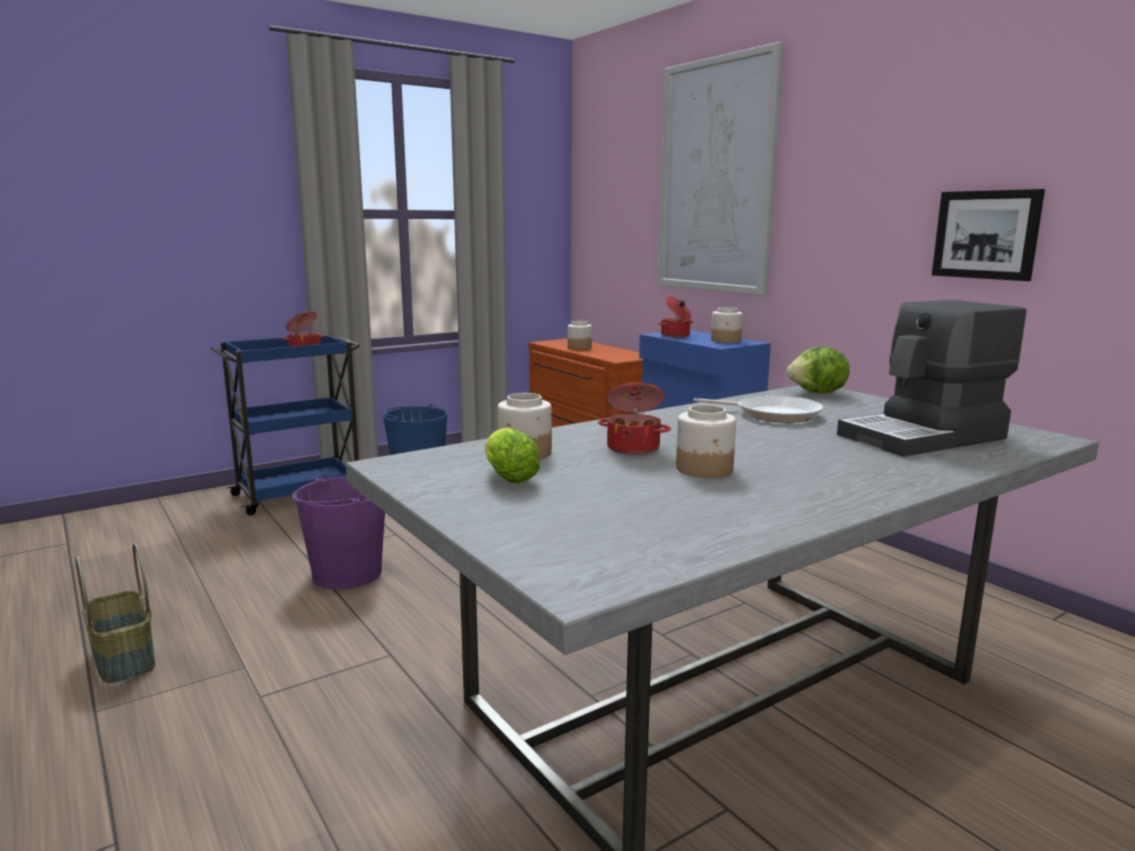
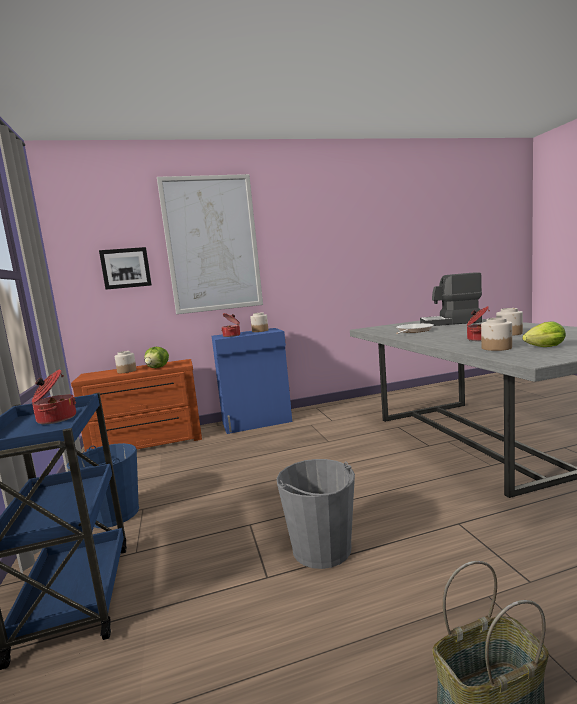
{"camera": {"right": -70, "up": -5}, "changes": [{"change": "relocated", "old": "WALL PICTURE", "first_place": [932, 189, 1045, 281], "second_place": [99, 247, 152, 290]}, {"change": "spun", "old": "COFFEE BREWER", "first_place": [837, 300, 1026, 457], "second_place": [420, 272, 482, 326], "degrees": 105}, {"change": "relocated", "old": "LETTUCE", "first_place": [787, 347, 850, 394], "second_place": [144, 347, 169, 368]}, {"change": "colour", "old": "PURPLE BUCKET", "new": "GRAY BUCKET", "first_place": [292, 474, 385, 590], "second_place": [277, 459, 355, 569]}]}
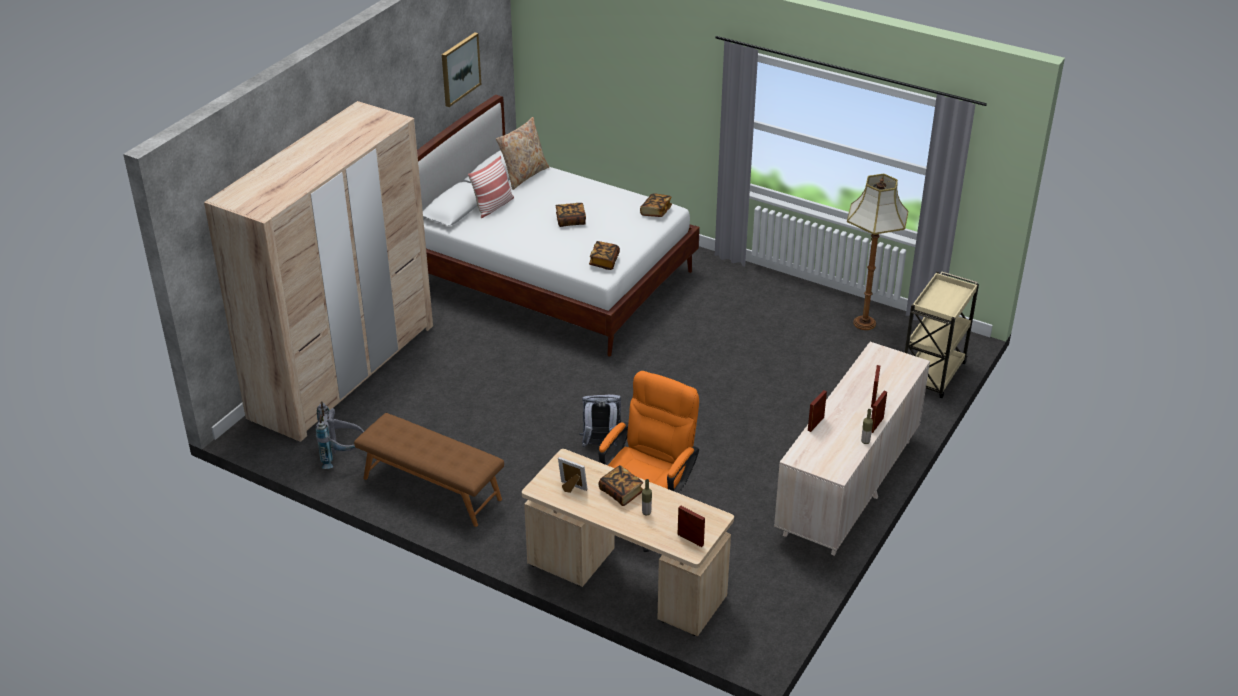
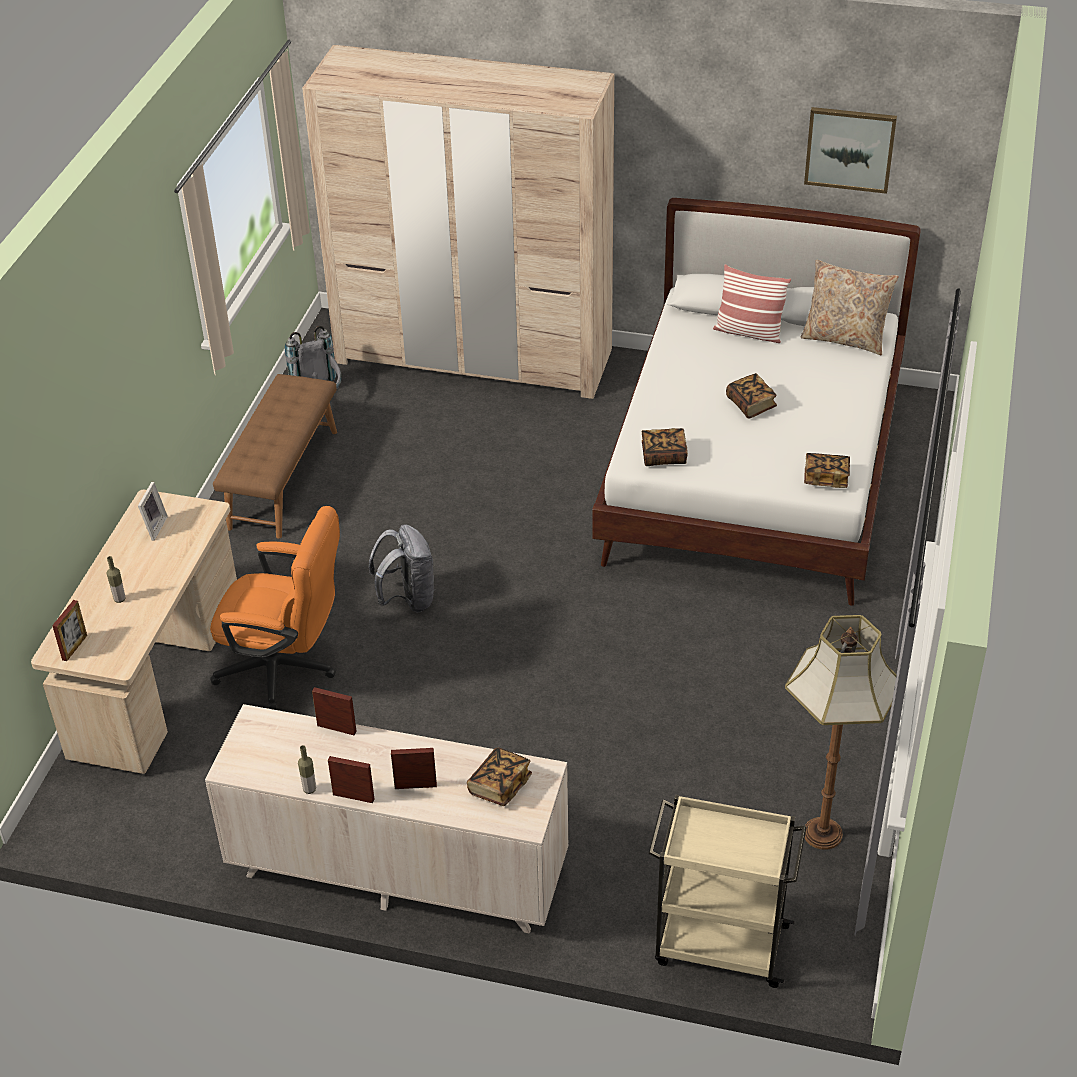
{"camera": {"right": 75, "up": 5}, "changes": [{"change": "relocated", "old": "BOUND BOOK", "first_place": [599, 465, 643, 506], "second_place": [467, 748, 532, 806]}]}
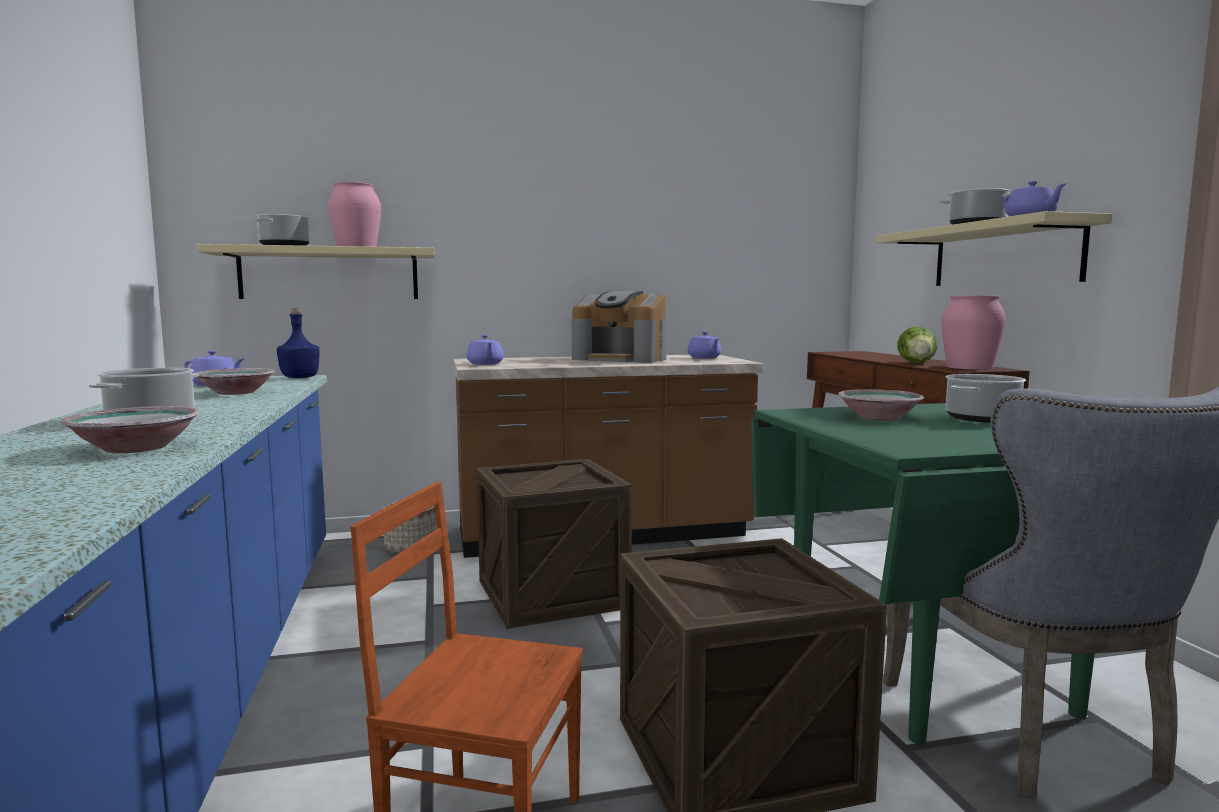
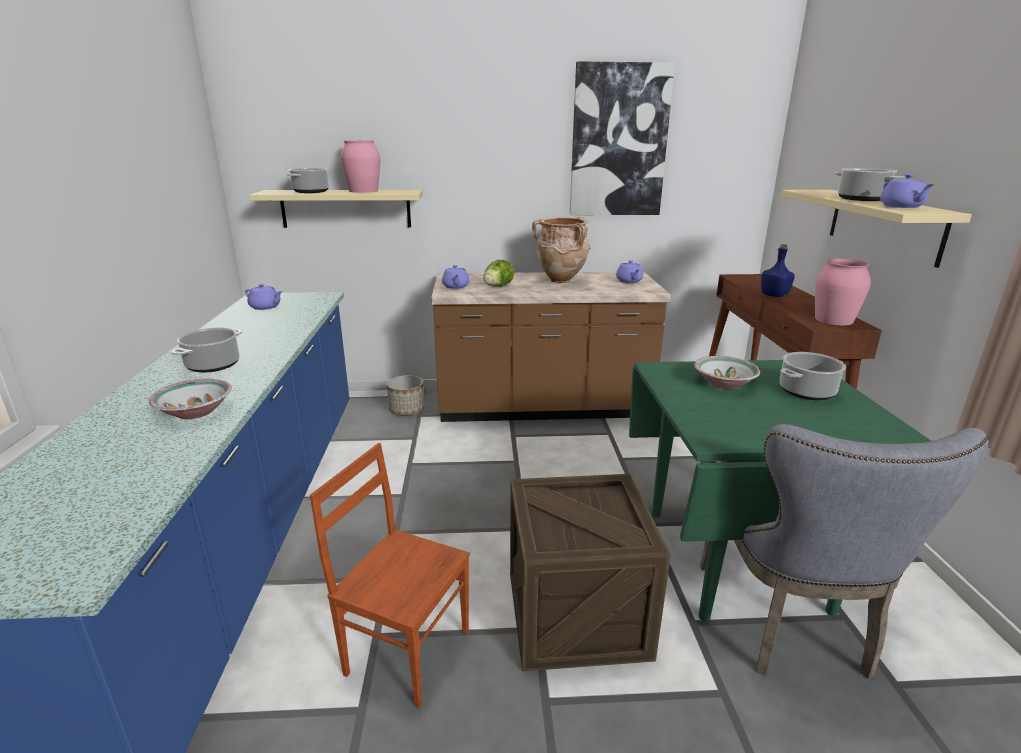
{"camera": {"right": 10, "up": 15}, "changes": [{"change": "exchanged", "old": "COFFEE BREWER", "new": "SAND-COLOURED FLOWER VASE", "first_place": [572, 291, 667, 363], "second_place": [532, 217, 591, 283]}, {"change": "relocated", "old": "BLUISH DRINK BOTTLE", "first_place": [277, 308, 320, 378], "second_place": [761, 244, 795, 297]}, {"change": "relocated", "old": "LETTUCE", "first_place": [897, 327, 938, 363], "second_place": [483, 260, 514, 287]}, {"change": "missing", "old": "SERVING BOWL", "first_place": [193, 368, 275, 395]}, {"change": "missing", "old": "CRATE", "first_place": [477, 459, 632, 629]}, {"change": "appeared", "new": "WALL PICTURE", "second_place": [570, 61, 675, 215]}]}
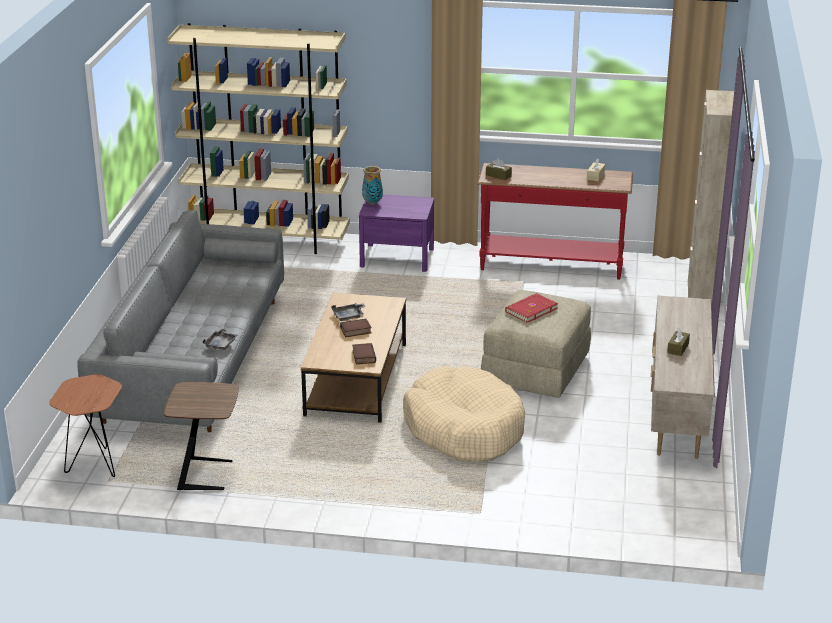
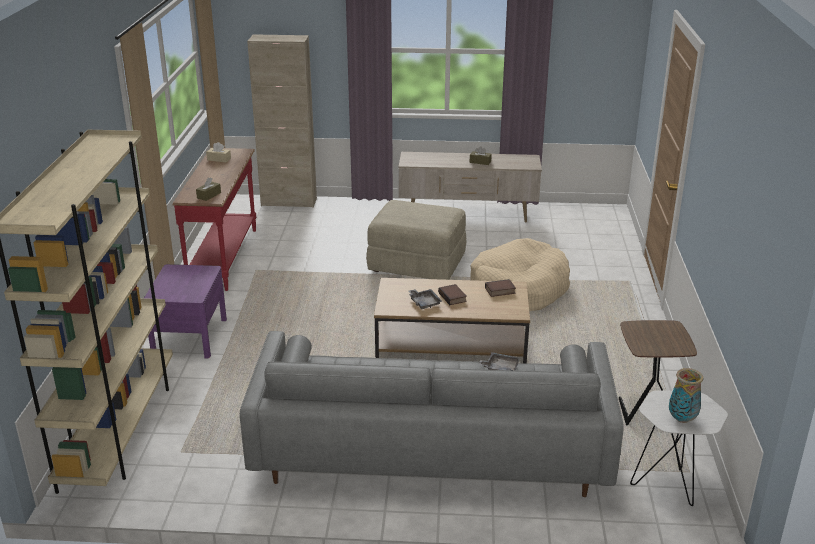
{"camera": {"right": -95, "up": 0}, "changes": [{"change": "relocated", "old": "FLOWER VASE", "first_place": [362, 166, 383, 205], "second_place": [669, 368, 704, 423]}, {"change": "missing", "old": "REDDISH BOUND BOOK", "first_place": [505, 293, 558, 323]}, {"change": "colour", "old": "BROWN-COLOURED ACCENT TABLE", "new": "WHITE-COLOURED ACCENT TABLE", "first_place": [50, 374, 122, 477], "second_place": [630, 390, 728, 506]}]}
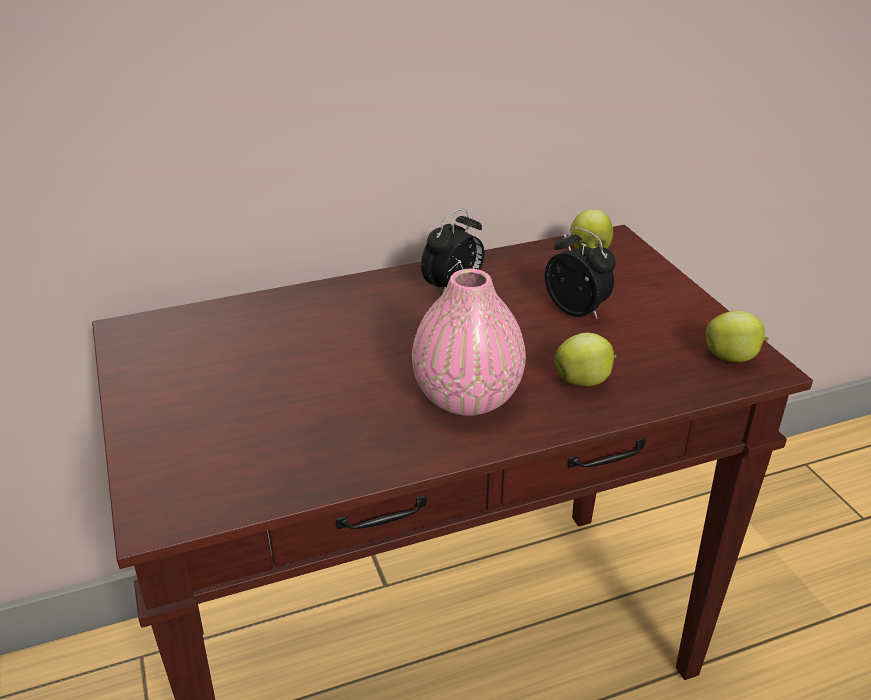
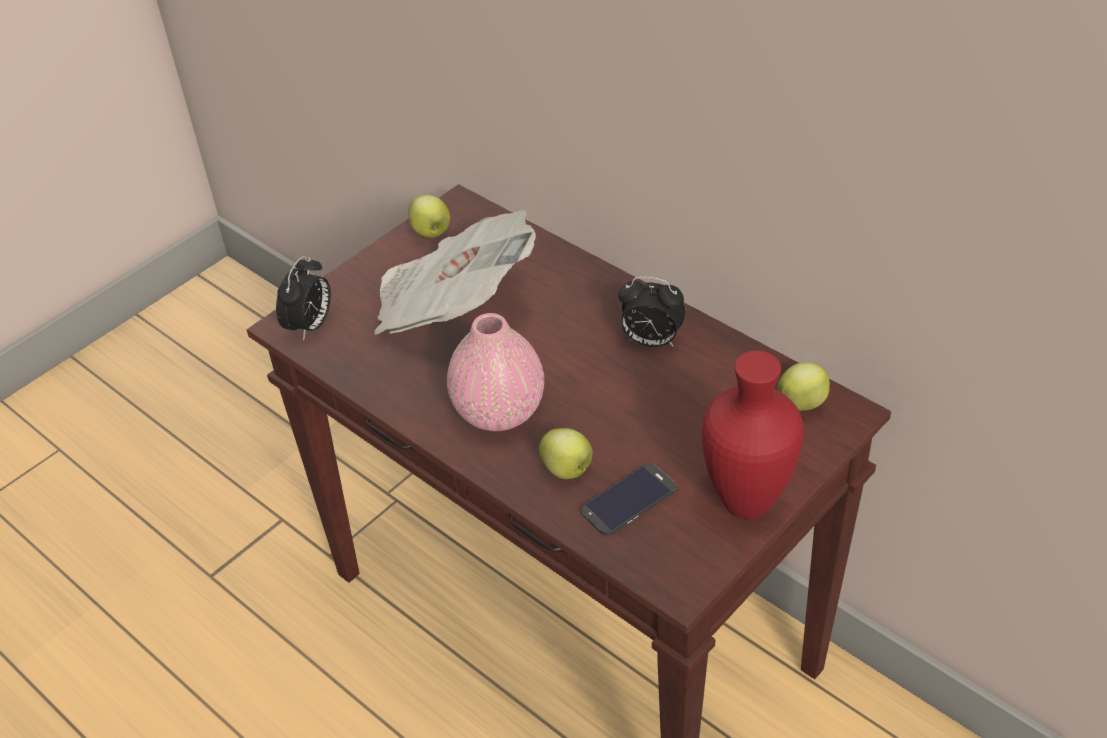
{"camera": {"right": 65, "up": 10}, "changes": [{"change": "relocated", "old": "BEDSIDE CLOCK", "first_place": [545, 227, 616, 319], "second_place": [276, 255, 331, 341]}, {"change": "relocated", "old": "APPLE FRUIT", "first_place": [706, 310, 769, 362], "second_place": [408, 195, 450, 238]}, {"change": "appeared", "new": "PRINTED PAPER", "second_place": [374, 210, 536, 335]}, {"change": "appeared", "new": "REDDISH FLOWER VASE", "second_place": [702, 350, 804, 519]}, {"change": "appeared", "new": "TELEPHONE", "second_place": [581, 463, 676, 536]}]}
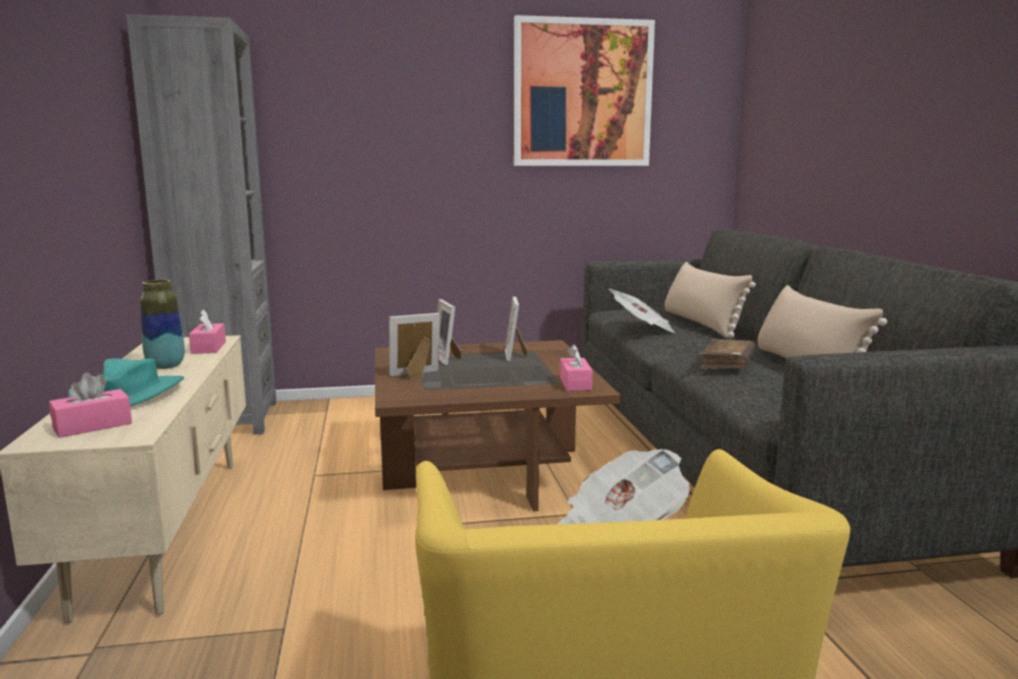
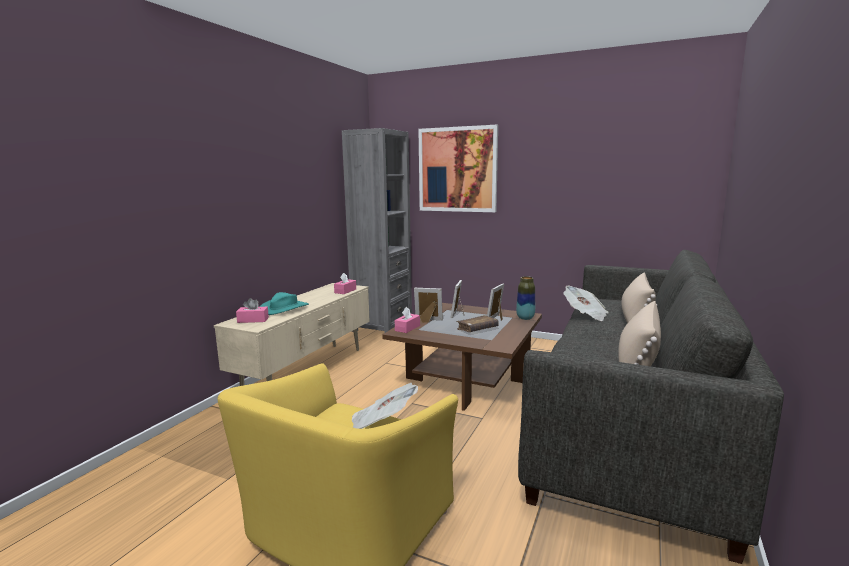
{"camera": {"right": 35, "up": 0}, "changes": [{"change": "relocated", "old": "WALL PICTURE", "first_place": [514, 15, 655, 166], "second_place": [419, 125, 498, 212]}, {"change": "relocated", "old": "FLOWER VASE", "first_place": [140, 280, 185, 369], "second_place": [516, 276, 535, 320]}, {"change": "relocated", "old": "BROWN-COLOURED BOUND BOOK", "first_place": [700, 339, 755, 370], "second_place": [457, 315, 499, 332]}, {"change": "relocated", "old": "PINK TISSUE HOLDER", "first_place": [560, 344, 593, 391], "second_place": [395, 307, 420, 333]}]}
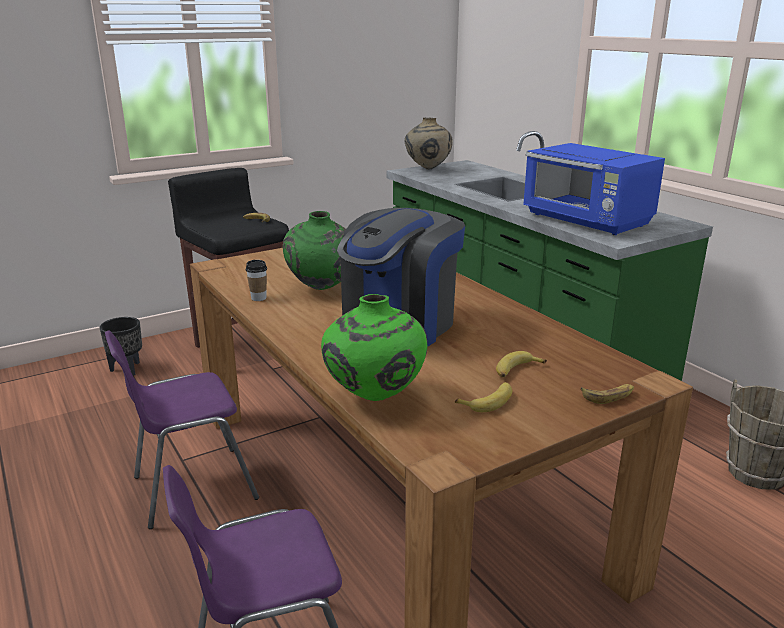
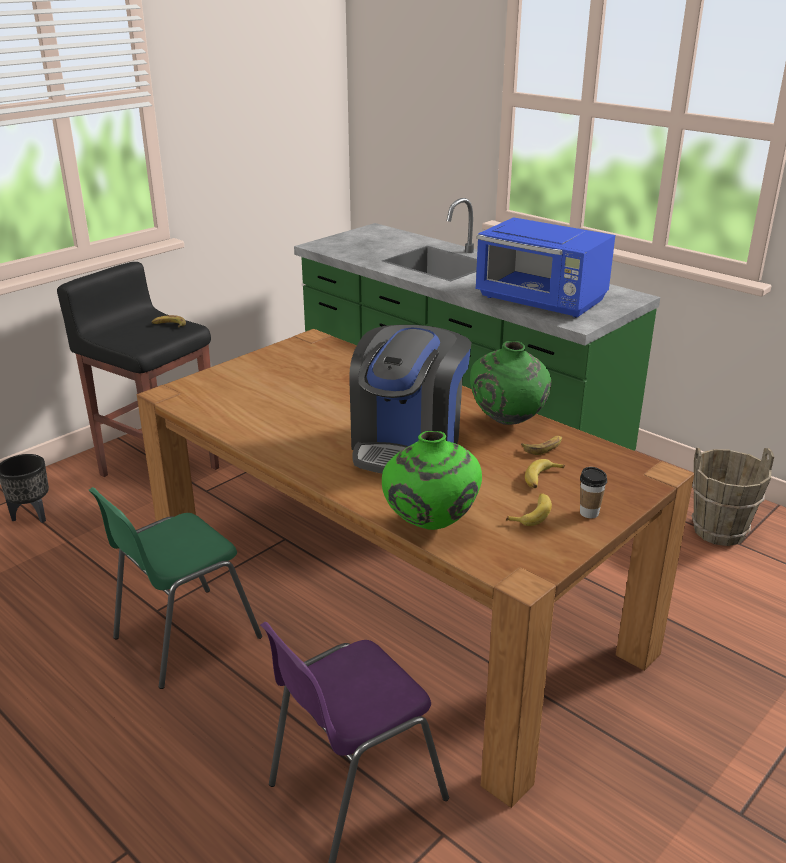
{"camera": {"right": -15, "up": 5}, "changes": [{"change": "missing", "old": "SAND-COLOURED FLOWER VASE", "first_place": [405, 117, 453, 170]}, {"change": "relocated", "old": "GREENISH FLOWER VASE", "first_place": [283, 211, 346, 290], "second_place": [470, 341, 551, 425]}, {"change": "relocated", "old": "CUP", "first_place": [246, 260, 267, 301], "second_place": [580, 467, 607, 518]}, {"change": "colour", "old": "PURPLE PLAIN CHAIR", "new": "GREENISH PLAIN CHAIR", "first_place": [105, 330, 259, 529], "second_place": [89, 487, 262, 689]}, {"change": "relocated", "old": "WHOLE BANANA", "first_place": [581, 384, 634, 404], "second_place": [521, 436, 562, 455]}]}
